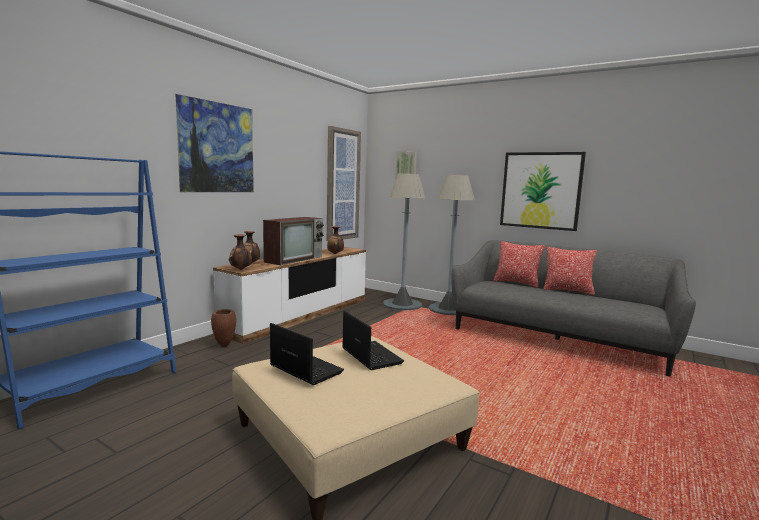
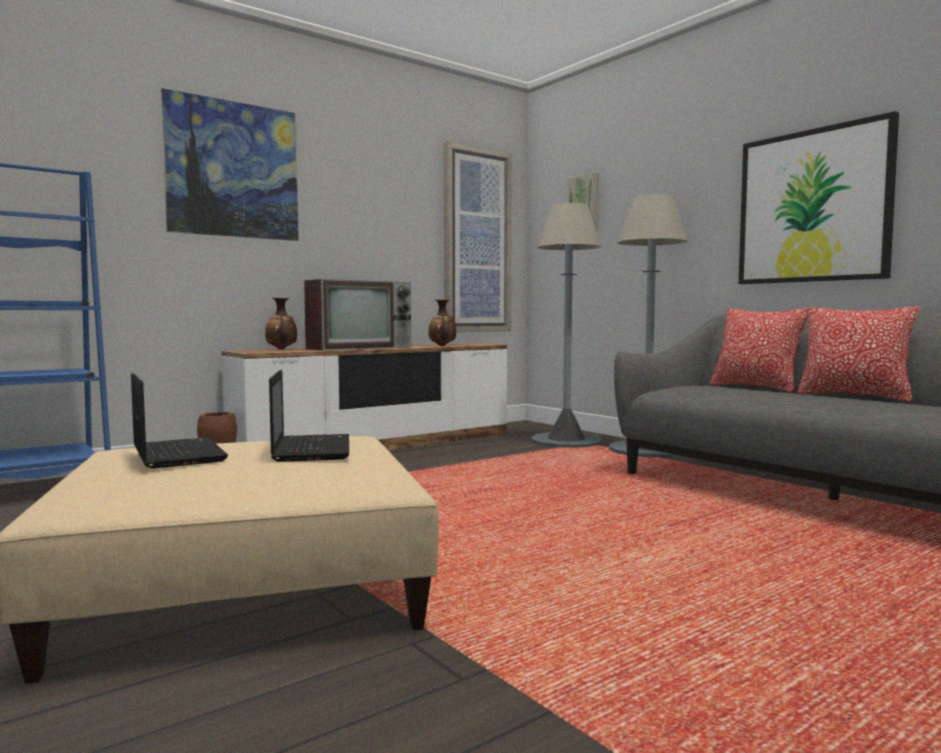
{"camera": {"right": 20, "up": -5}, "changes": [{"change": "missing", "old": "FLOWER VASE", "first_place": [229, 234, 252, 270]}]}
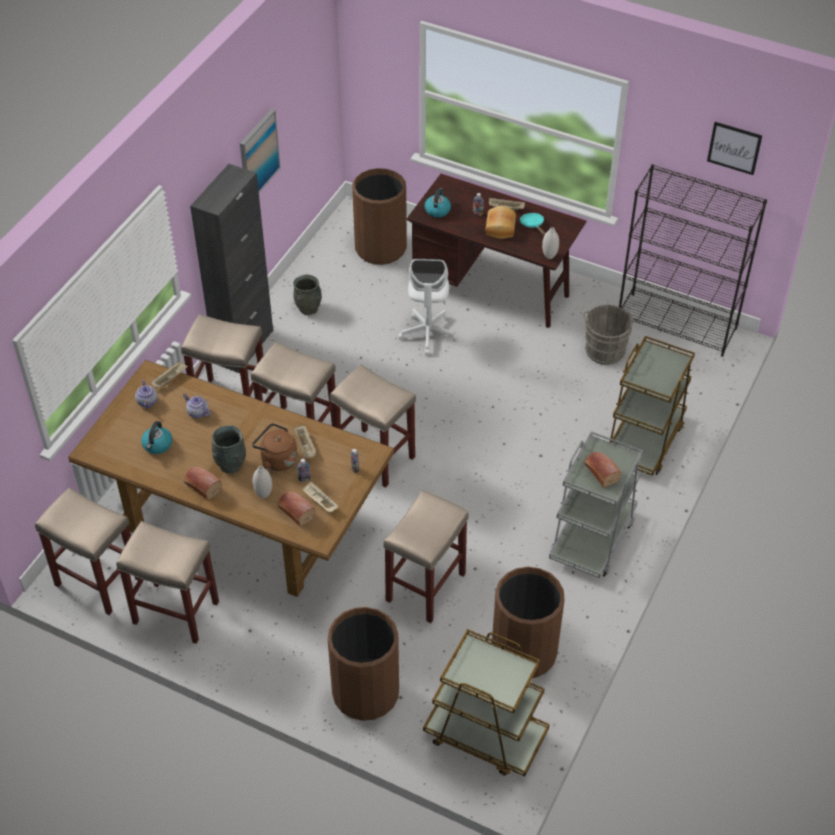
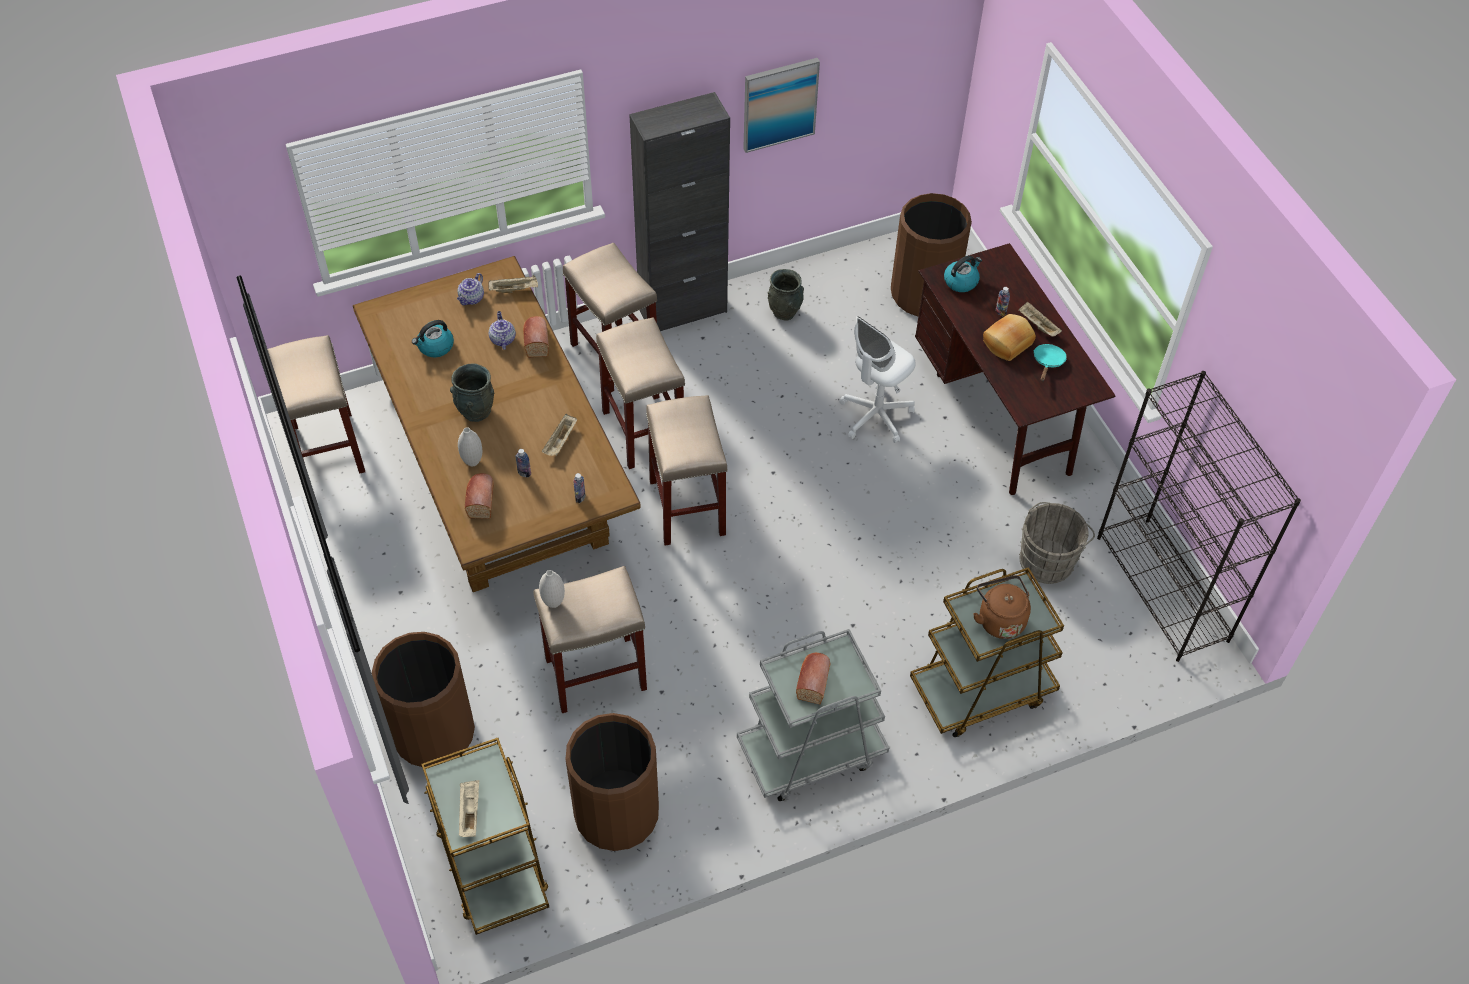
{"camera": {"right": 40, "up": 5}, "changes": [{"change": "missing", "old": "WALL PICTURE", "first_place": [707, 122, 762, 175]}, {"change": "relocated", "old": "WHITE-COLOURED FLOWER VASE", "first_place": [542, 227, 559, 259], "second_place": [539, 570, 565, 608]}, {"change": "relocated", "old": "BROWN-COLOURED TEA KETTLE", "first_place": [252, 423, 297, 471], "second_place": [973, 575, 1031, 639]}, {"change": "relocated", "old": "BREAD", "first_place": [183, 467, 222, 501], "second_place": [523, 316, 549, 358]}, {"change": "relocated", "old": "SAND-COLOURED CARRYING TRAY", "first_place": [302, 482, 339, 512], "second_place": [459, 780, 479, 837]}, {"change": "missing", "old": "SAND-COLOURED STOOL SEAT", "first_place": [116, 521, 219, 644]}]}
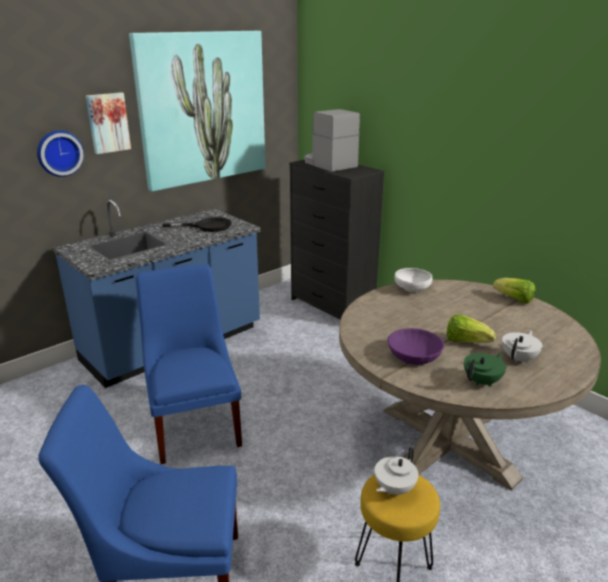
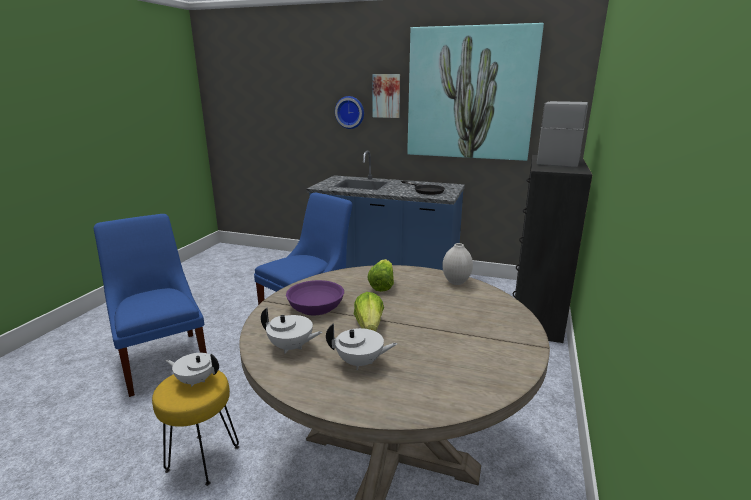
{"camera": {"right": 60, "up": -5}, "changes": [{"change": "exchanged", "old": "WHITE-COLOURED SERVING BOWL", "new": "WHITE-COLOURED FLOWER VASE", "first_place": [395, 268, 432, 292], "second_place": [442, 243, 473, 285]}, {"change": "relocated", "old": "LETTUCE", "first_place": [493, 278, 535, 304], "second_place": [367, 259, 394, 292]}, {"change": "colour", "old": "GREENISH POT FOR TEA", "new": "WHITE-COLOURED POT FOR TEA", "first_place": [464, 353, 506, 387], "second_place": [261, 308, 322, 354]}]}
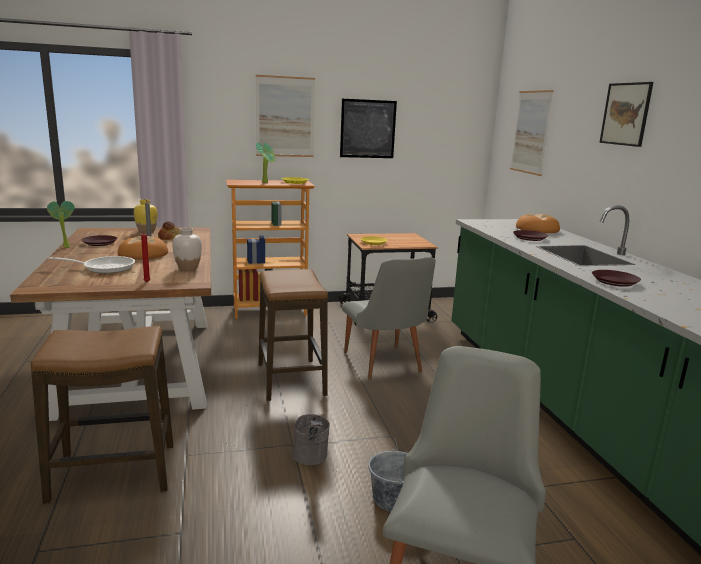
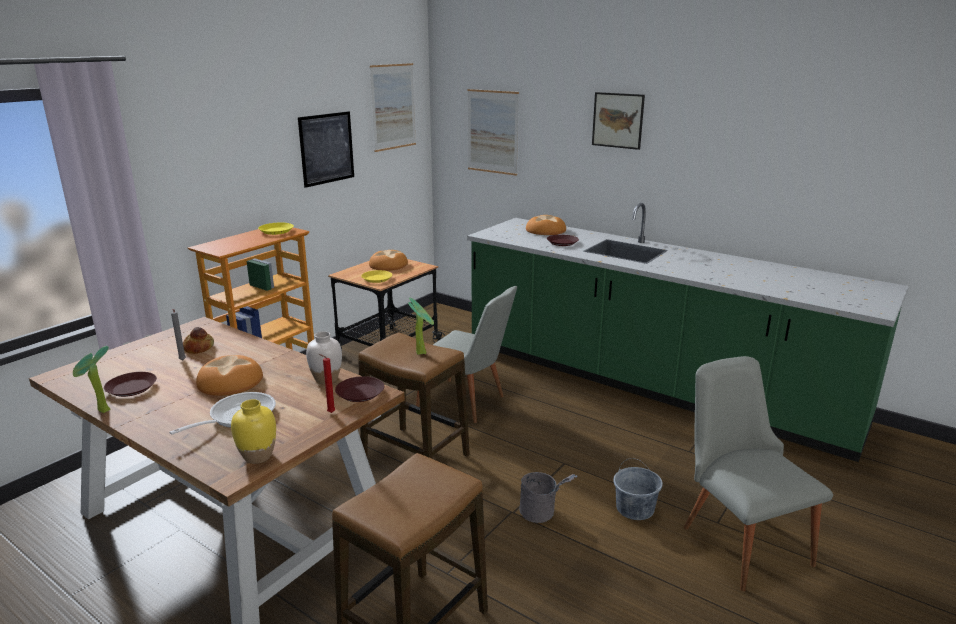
{"camera": {"right": -40, "up": 5}, "changes": [{"change": "relocated", "old": "WALL PICTURE", "first_place": [256, 75, 315, 157], "second_place": [370, 63, 416, 152]}, {"change": "relocated", "old": "HOUSEPLANT", "first_place": [256, 143, 275, 183], "second_place": [408, 298, 434, 355]}, {"change": "relocated", "old": "YELLOW-COLOURED FLOWER VASE", "first_place": [134, 199, 158, 233], "second_place": [231, 399, 276, 464]}, {"change": "relocated", "old": "BROWN-COLOURED PLATE", "first_place": [592, 270, 641, 287], "second_place": [335, 376, 384, 402]}, {"change": "appeared", "new": "BREAD", "second_place": [369, 250, 408, 271]}]}
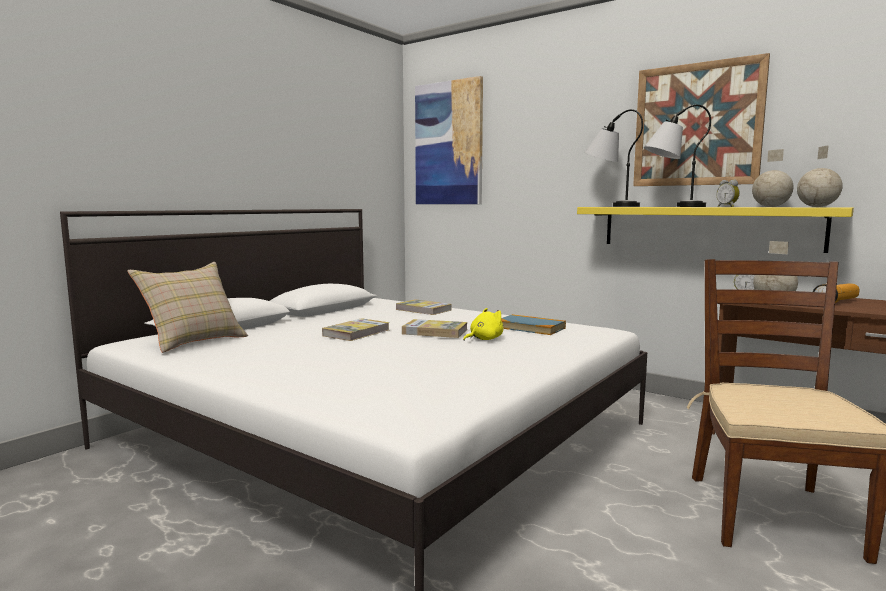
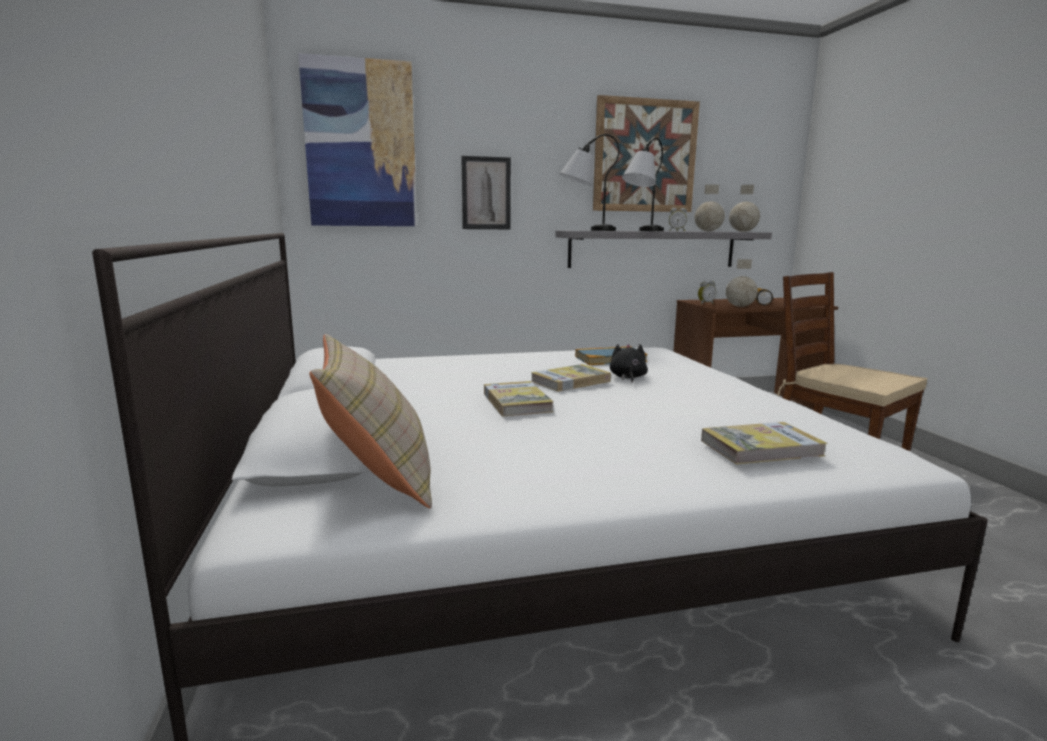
{"camera": {"right": -50, "up": 5}, "changes": [{"change": "colour", "old": "YELLOW-COLOURED BRACKET SHELF", "new": "GRAY BRACKET SHELF", "first_place": [577, 207, 854, 253], "second_place": [555, 231, 772, 268]}, {"change": "relocated", "old": "BOUND BOOK", "first_place": [396, 299, 452, 315], "second_place": [701, 422, 827, 465]}, {"change": "colour", "old": "YELLOW-COLOURED PLUSH TOY", "new": "BLACK PLUSH TOY", "first_place": [463, 308, 503, 341], "second_place": [610, 344, 648, 382]}, {"change": "appeared", "new": "WALL PICTURE", "second_place": [461, 156, 511, 229]}]}
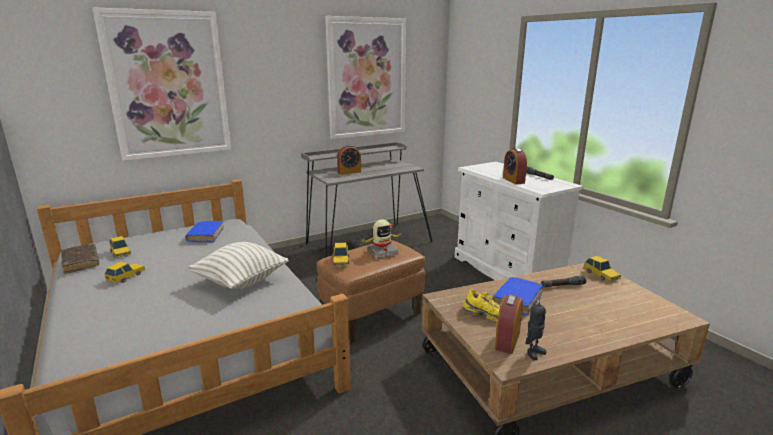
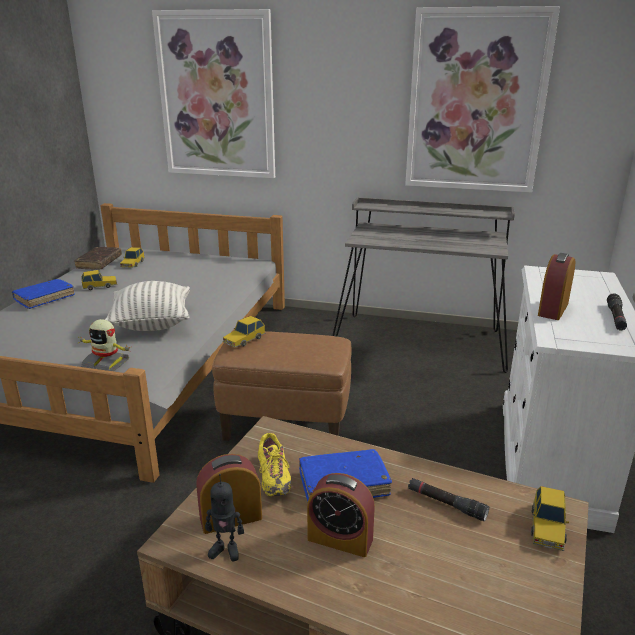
{"camera": {"right": 45, "up": 5}, "changes": [{"change": "relocated", "old": "BEDSIDE CLOCK", "first_place": [337, 145, 361, 175], "second_place": [307, 473, 375, 557]}, {"change": "relocated", "old": "MODEL ROBOT", "first_place": [360, 219, 402, 259], "second_place": [78, 319, 131, 371]}, {"change": "relocated", "old": "BLUISH BOUND BOOK", "first_place": [185, 221, 224, 242], "second_place": [12, 279, 74, 309]}]}
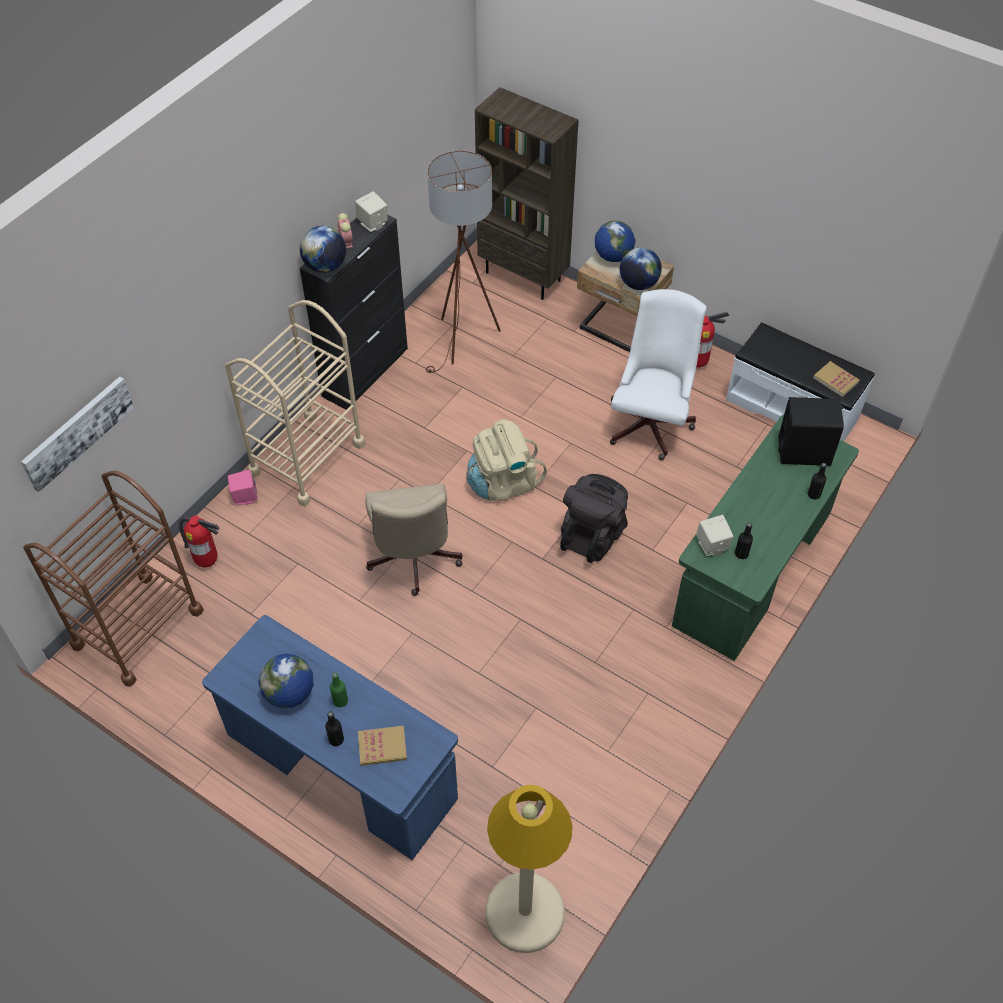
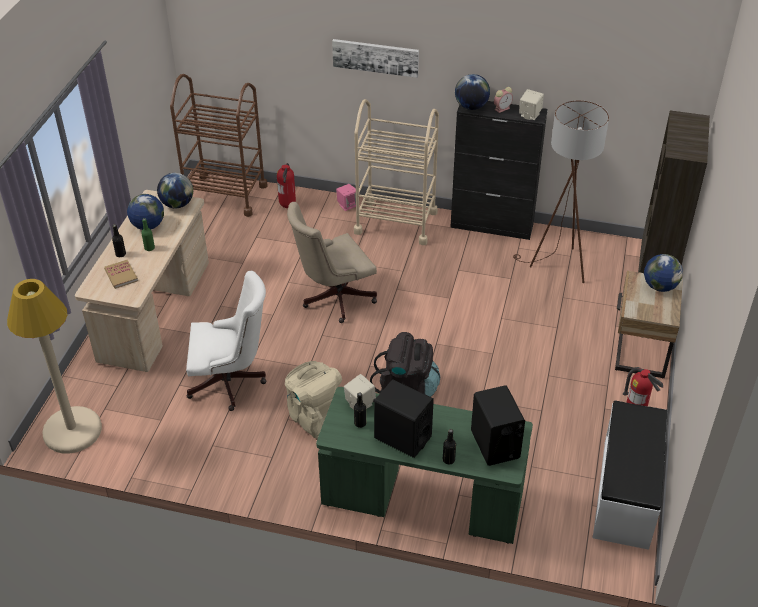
{"camera": {"right": 70, "up": -10}, "changes": [{"change": "relocated", "old": "DESK GLOBE", "first_place": [620, 248, 662, 290], "second_place": [157, 173, 193, 208]}, {"change": "relocated", "old": "WHITE-COLOURED DESK CHAIR", "first_place": [610, 289, 707, 460], "second_place": [186, 271, 267, 411]}, {"change": "missing", "old": "BOUND BOOK", "first_place": [813, 361, 860, 397]}, {"change": "relocated", "old": "WALL PICTURE", "first_place": [21, 376, 134, 492], "second_place": [332, 39, 419, 78]}, {"change": "relocated", "old": "SAND-COLOURED RUCKSACK", "first_place": [466, 419, 547, 501], "second_place": [285, 361, 342, 438]}, {"change": "colour", "old": "BLUISH DESK UNIT", "new": "SAND-COLOURED DESK UNIT", "first_place": [202, 615, 458, 860], "second_place": [75, 190, 209, 372]}, {"change": "appeared", "new": "BLACK AUDIO SPEAKER", "second_place": [373, 379, 434, 458]}]}
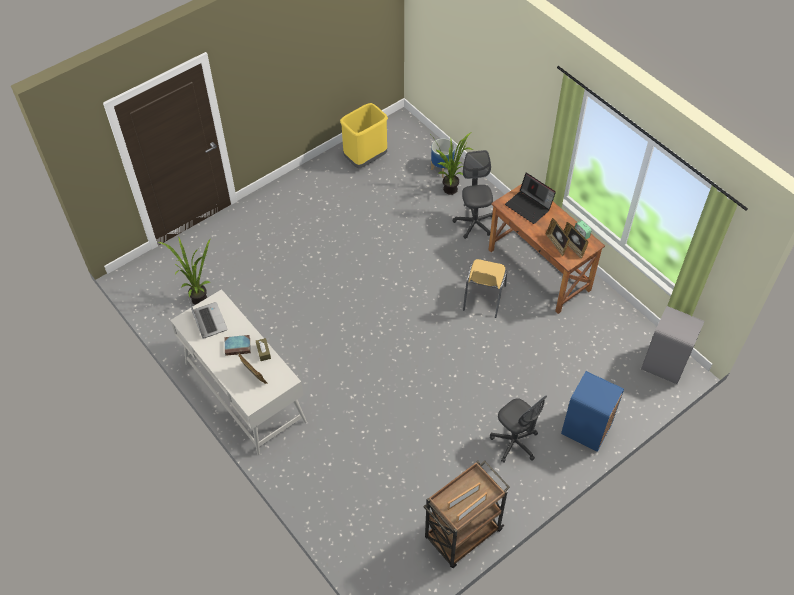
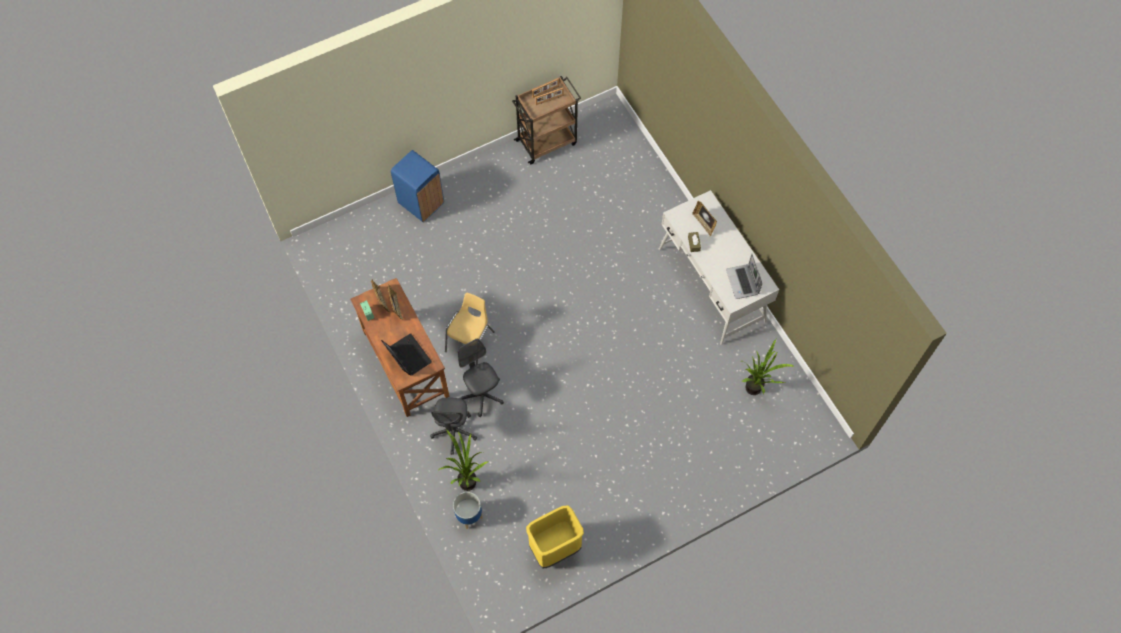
{"camera": {"right": -170, "up": 10}, "changes": [{"change": "missing", "old": "GRAY WASTE BIN", "first_place": [641, 306, 705, 384]}, {"change": "missing", "old": "BOUND BOOK", "first_place": [225, 335, 251, 356]}, {"change": "relocated", "old": "GRAY DESK CHAIR", "first_place": [490, 396, 547, 463], "second_place": [458, 339, 504, 417]}]}
